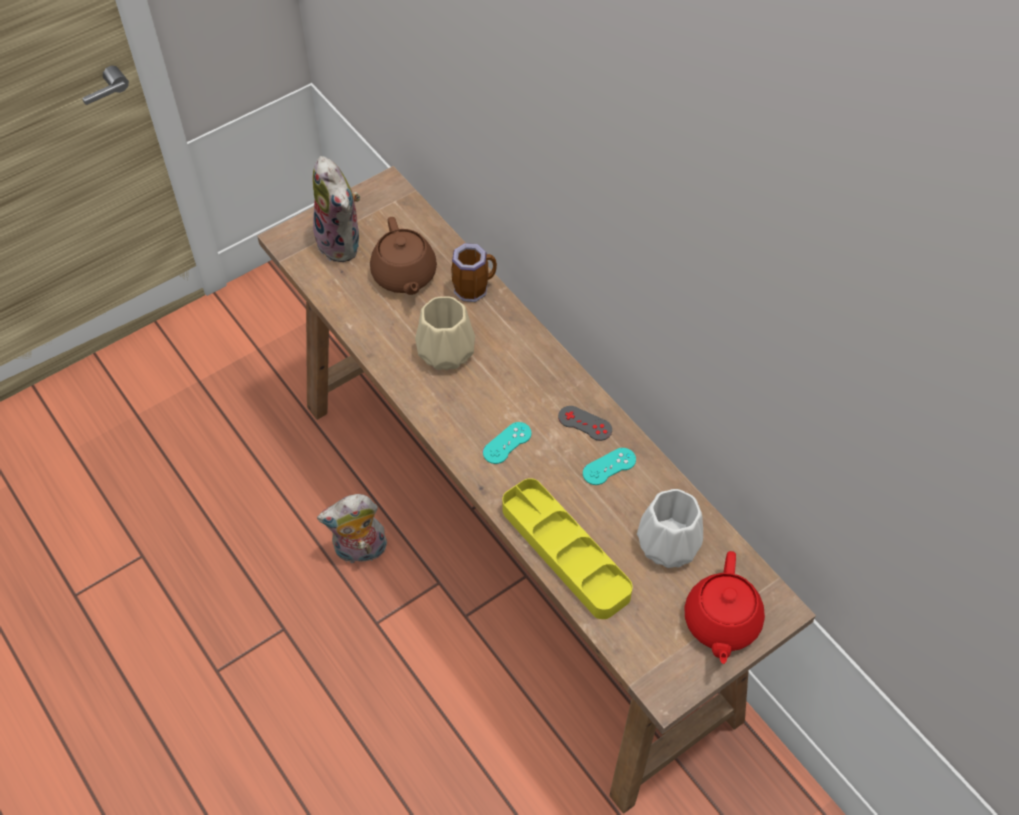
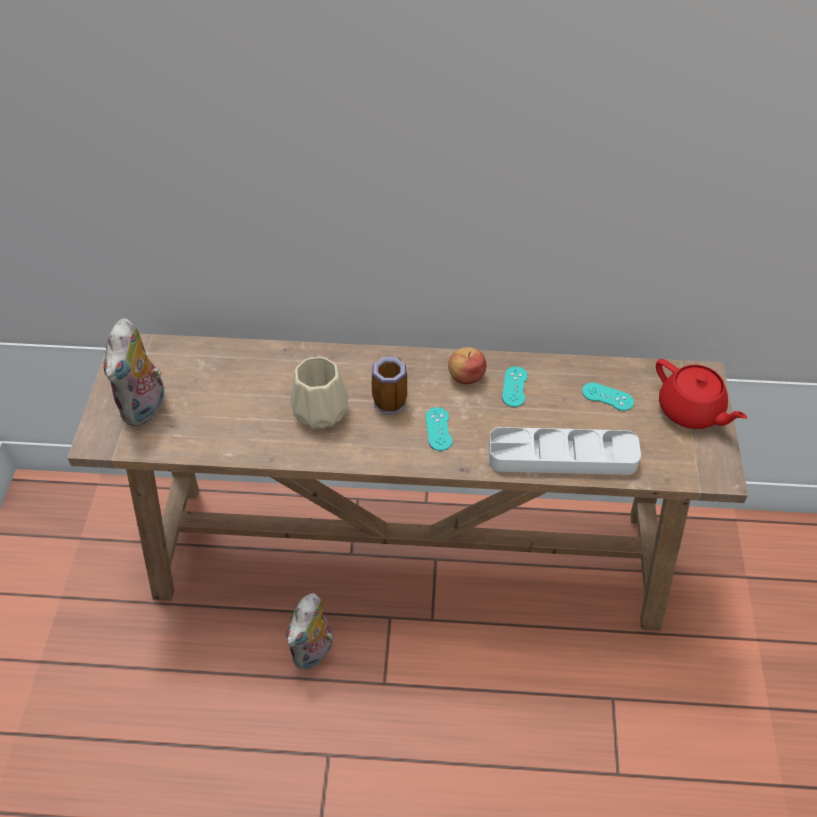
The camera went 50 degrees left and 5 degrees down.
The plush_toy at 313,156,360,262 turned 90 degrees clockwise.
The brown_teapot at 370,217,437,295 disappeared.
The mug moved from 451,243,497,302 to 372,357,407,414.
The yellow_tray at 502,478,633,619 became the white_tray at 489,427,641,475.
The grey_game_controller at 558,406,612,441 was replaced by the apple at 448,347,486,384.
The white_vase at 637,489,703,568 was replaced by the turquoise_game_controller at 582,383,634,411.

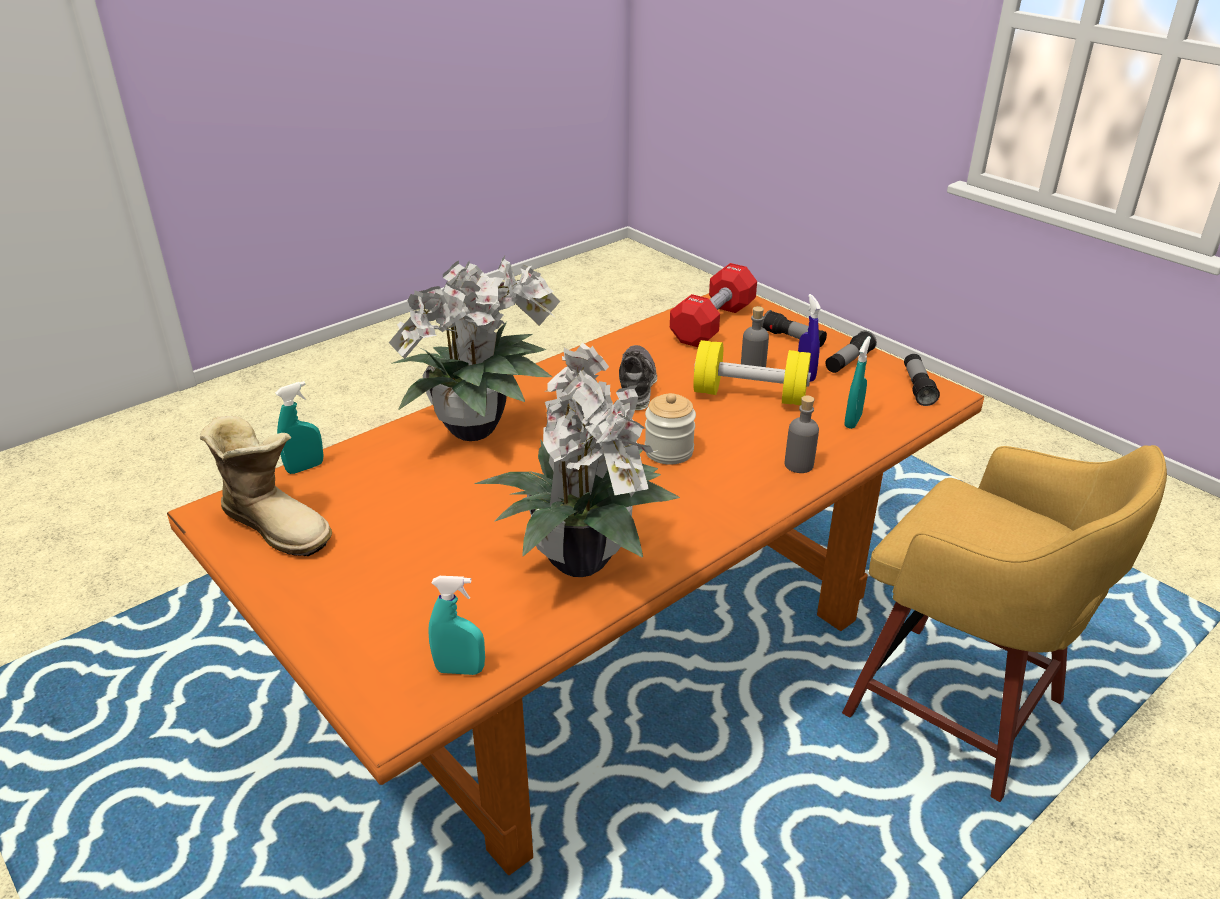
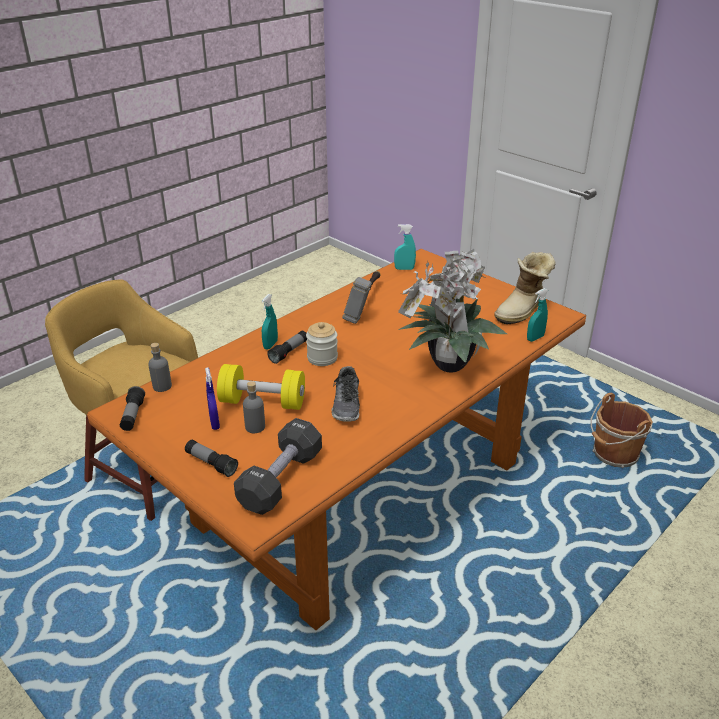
The camera went 175 degrees right and 0 degrees up.
The boot at 200,416,332,557 turned 75 degrees counterclockwise.
The potted_plant at 474,343,680,577 was replaced by the hammer at 342,271,380,324.
The red_dumbbell at 670,263,757,347 became the black_dumbbell at 234,418,322,515.
The grey_bottle moved from 785,396,819,473 to 148,343,172,392.
The flashlight moved from 825,331,877,373 to 267,331,307,364.
The turquoise_spray_bottle moved from 844,336,871,429 to 262,294,278,350.
The brown_bucket at 590,393,653,468 appeared.

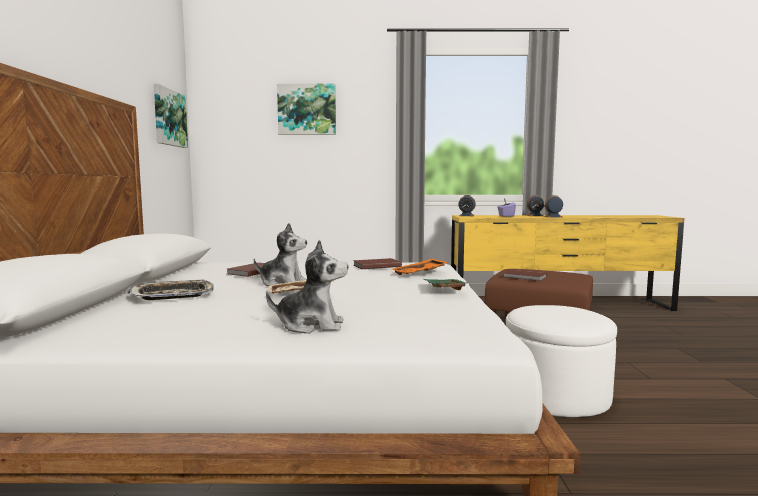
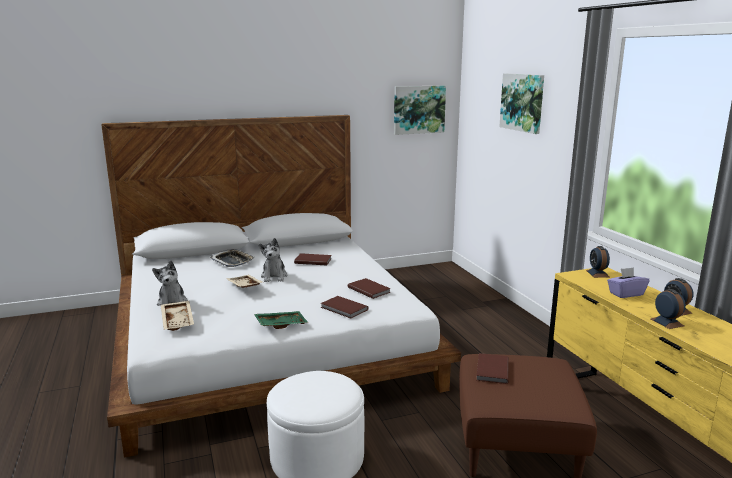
The camera went 70 degrees right and 10 degrees up.
The orange_tray at 392,259,448,275 was replaced by the brown_book at 321,296,368,319.
The beige_tray at 161,301,194,331 appeared.

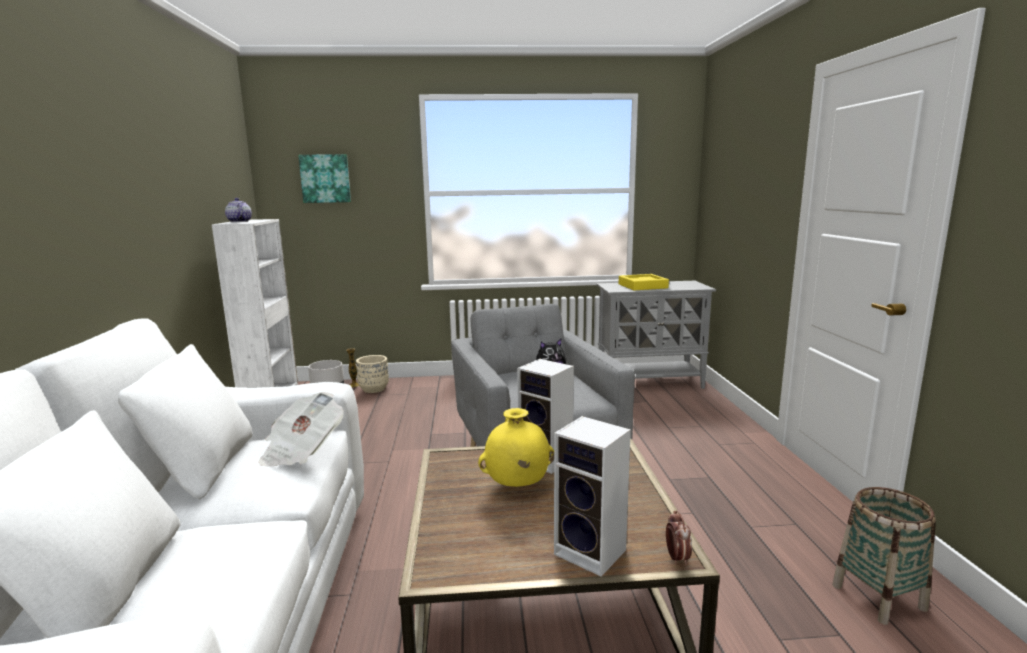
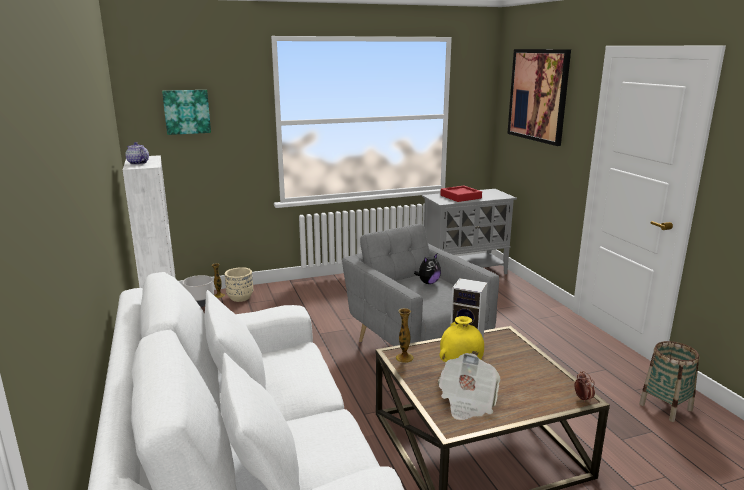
The camera went 15 degrees left and 5 degrees up.
The newspaper moved from 258,392,343,467 to 438,353,501,420.
The speaker at 554,416,631,577 disappeared.
The yellow_tray at 619,274,669,290 became the red_tray at 440,186,482,202.
The vase at 396,308,414,363 appeared.
The picture at 507,49,571,146 appeared.

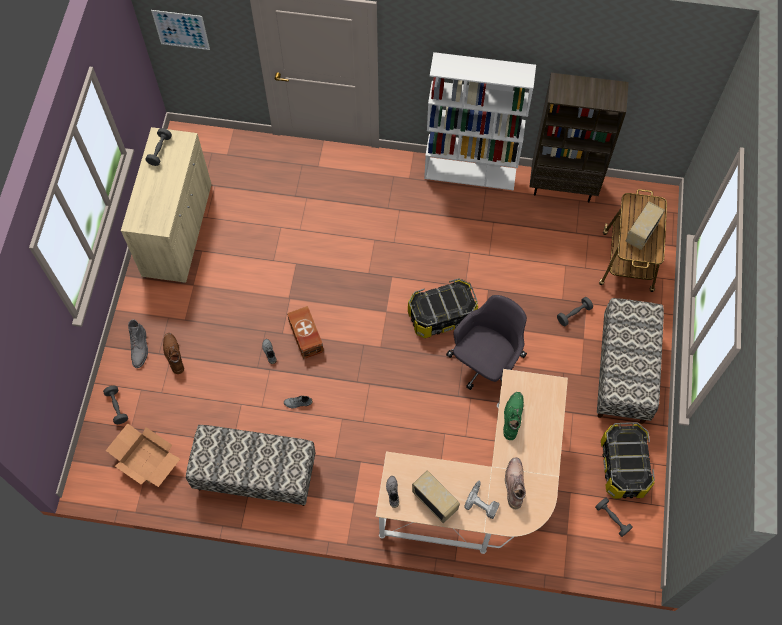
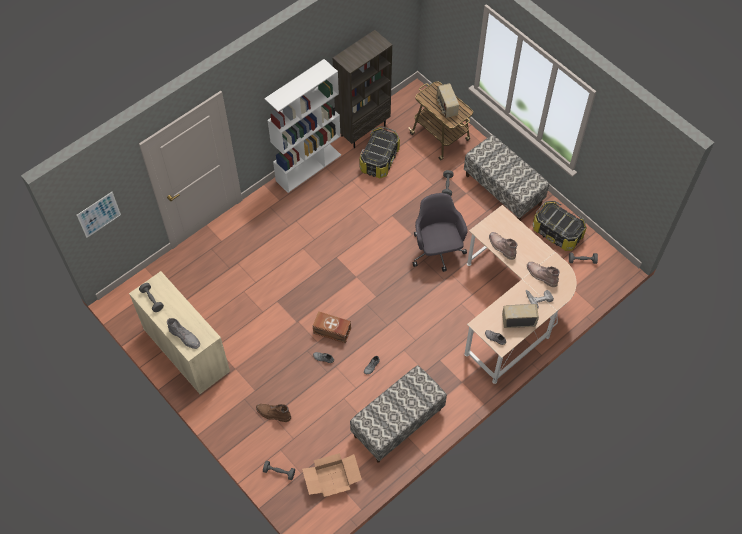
The camera went 50 degrees left and 5 degrees down.
The grey_boot moved from 128,319,148,368 to 167,318,200,349.
The storage_box moved from 408,278,478,338 to 359,126,400,178.
The green_boot at 503,392,524,440 became the brown_boot at 489,232,517,260.

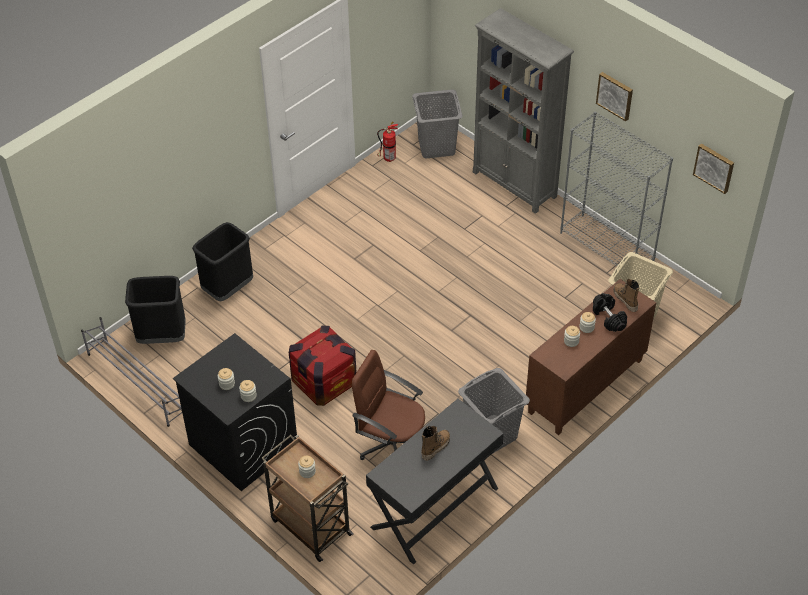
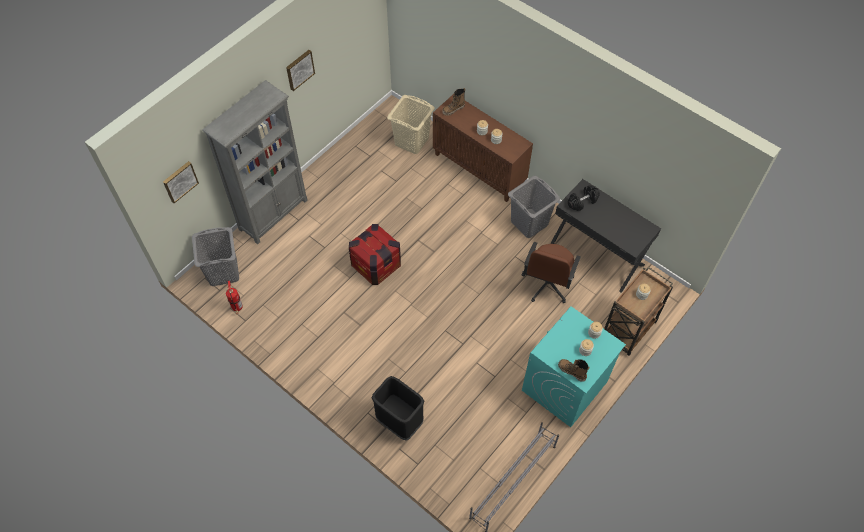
The camera went 95 degrees left and 10 degrees up.
The black_trash_can at 125,276,186,344 disappeared.
The black_washing_machine at 173,333,297,491 became the turquoise_washing_machine at 522,306,626,427.
The crate moved from 289,325,357,406 to 349,224,401,285.
The boot moved from 421,426,450,461 to 558,359,590,382.
The grey_bookcase at 560,111,673,274 disappeared.
The black_dumbbell moved from 593,293,627,332 to 568,185,600,211.
The picture moved from 693,144,734,194 to 163,161,199,203.

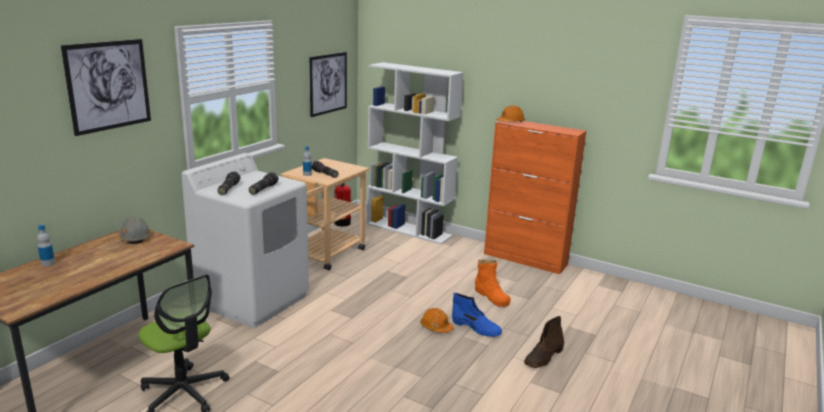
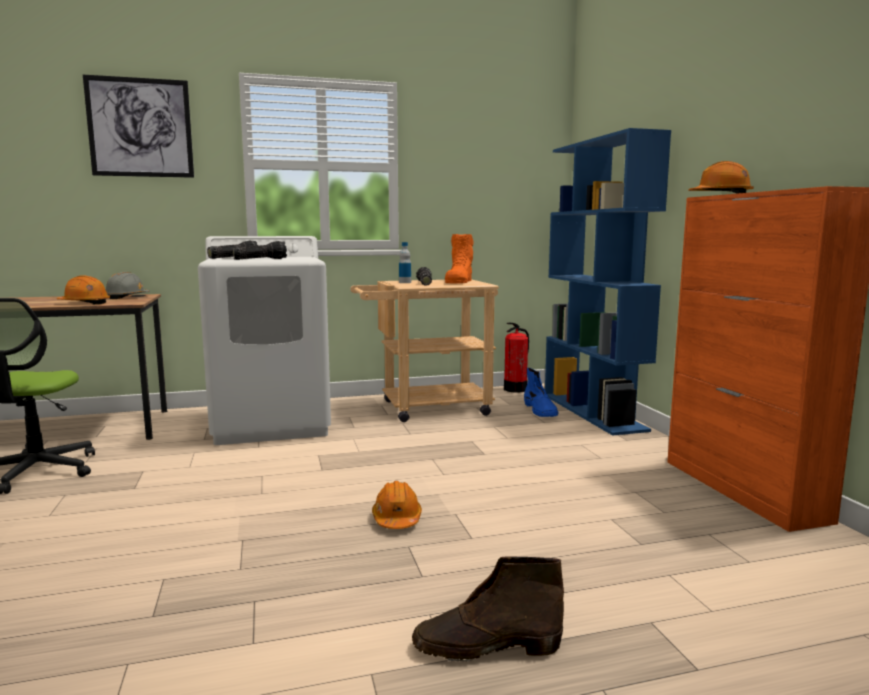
The camera went 45 degrees right and 10 degrees down.
The bottle at 37,225,55,266 disappeared.
The picture at 309,52,347,117 disappeared.
The white_bookcase at 367,62,464,244 became the blue_bookcase at 545,128,671,436.
The blue_boot moved from 452,293,502,337 to 524,368,559,417.
The orange_boot moved from 475,260,511,307 to 445,234,474,284.
The orange_hard_hat at 57,275,110,305 appeared.

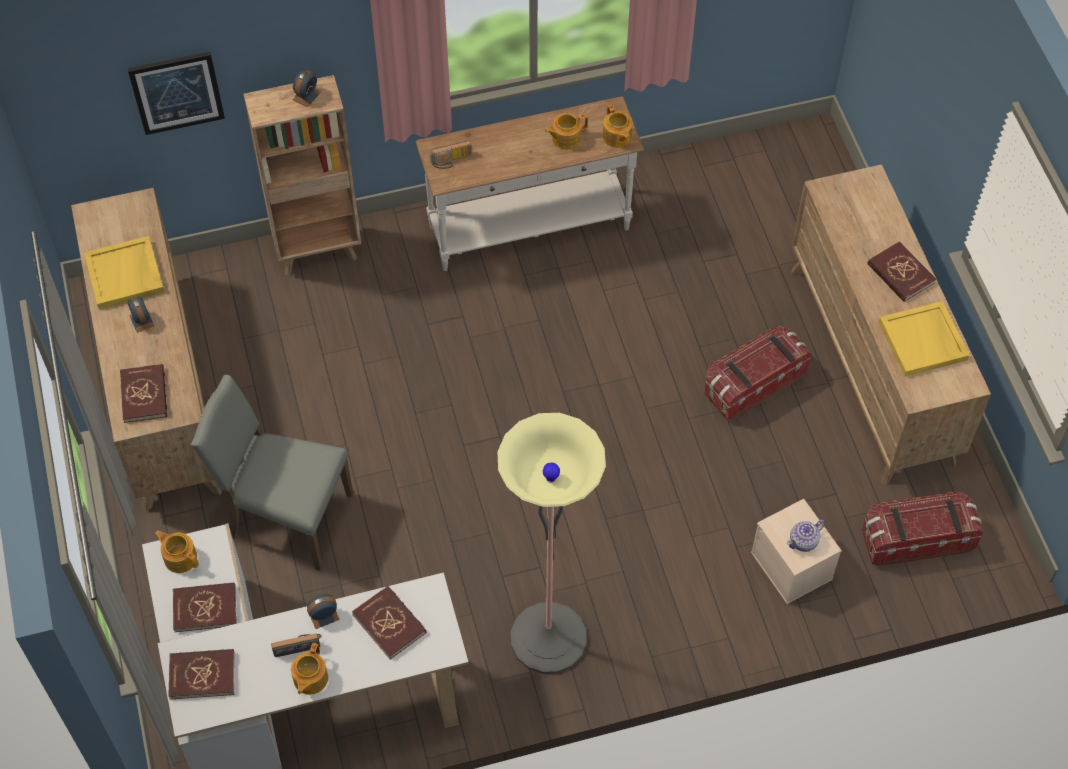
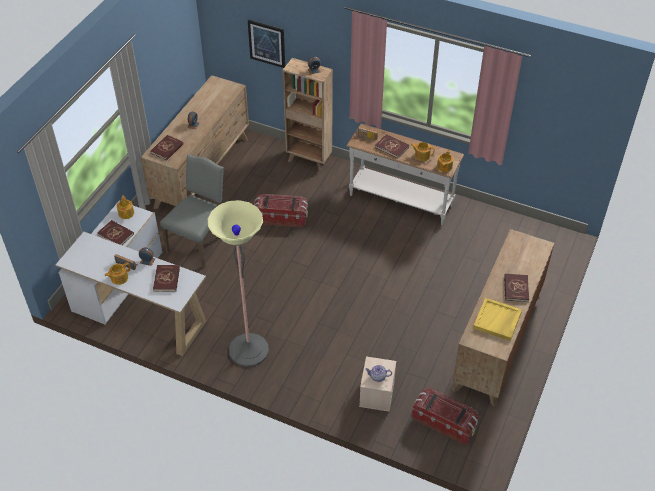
The camera went 40 degrees right and 10 degrees down.
The yellow_tray at 84,236,164,309 disappeared.
The red_book moved from 168,649,234,700 to 375,134,409,158.
The grey_chair at 190,375,353,571 turned 60 degrees clockwise.
The storage_box moved from 704,326,812,421 to 254,194,308,227.

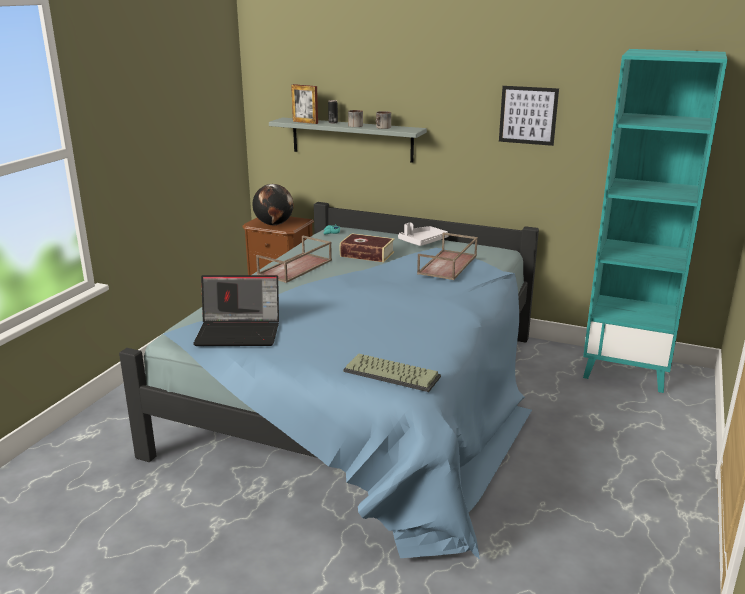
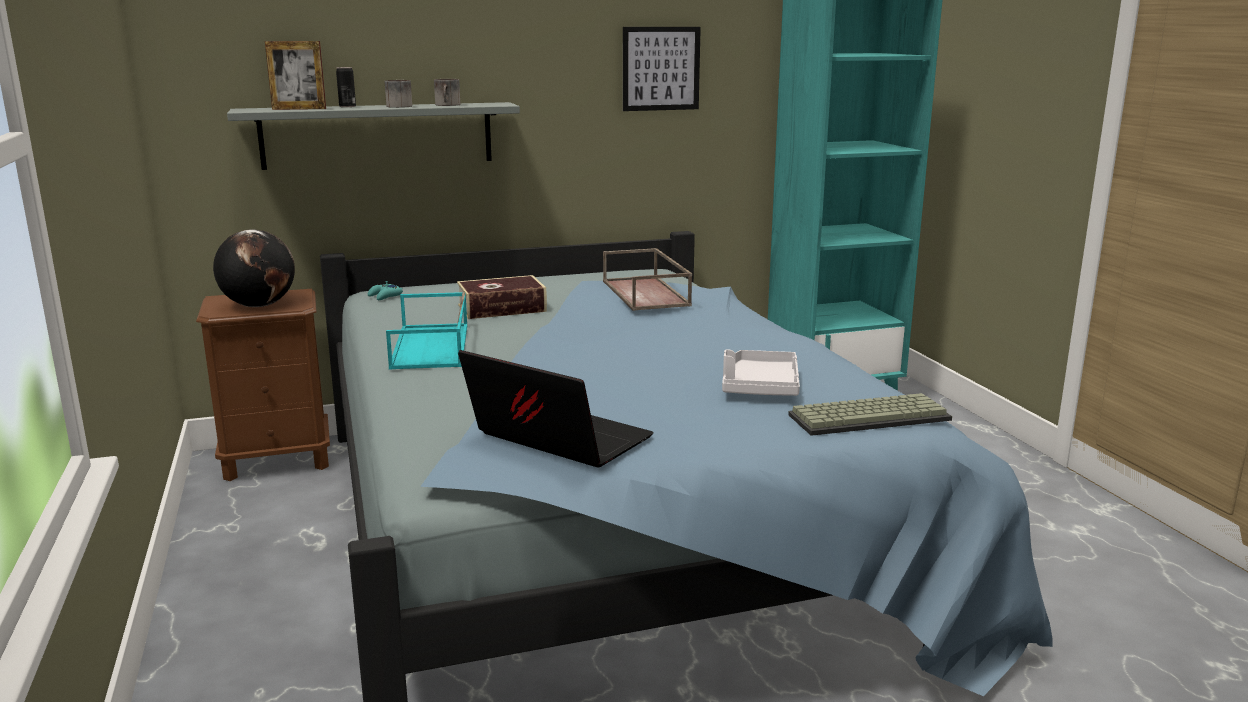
The camera went 40 degrees left and 5 degrees down.
The laptop at 193,275,279,346 turned 105 degrees counterclockwise.
The brown_tray at 256,236,332,283 became the turquoise_tray at 386,292,467,370.
The white_tray moved from 398,223,449,246 to 722,349,800,396.

